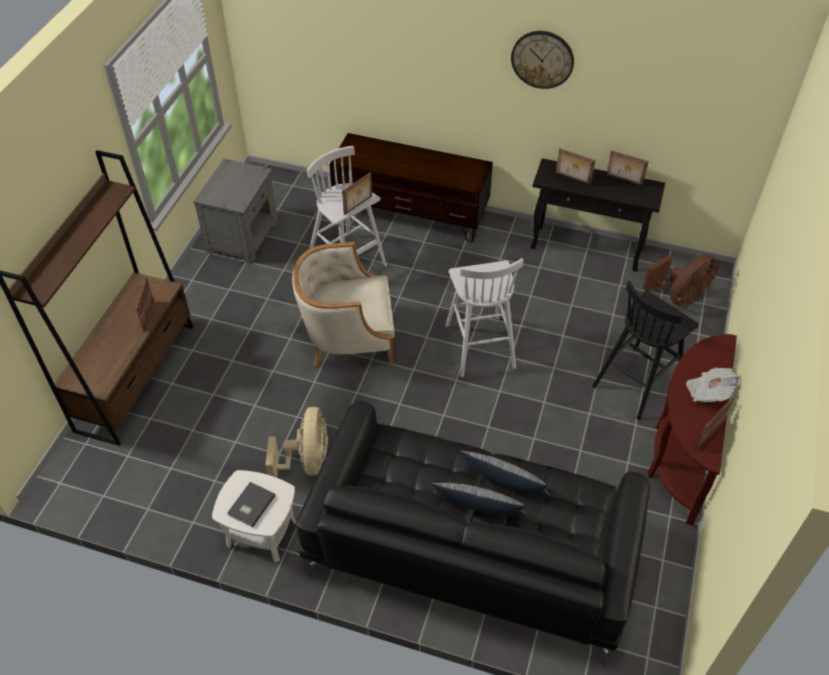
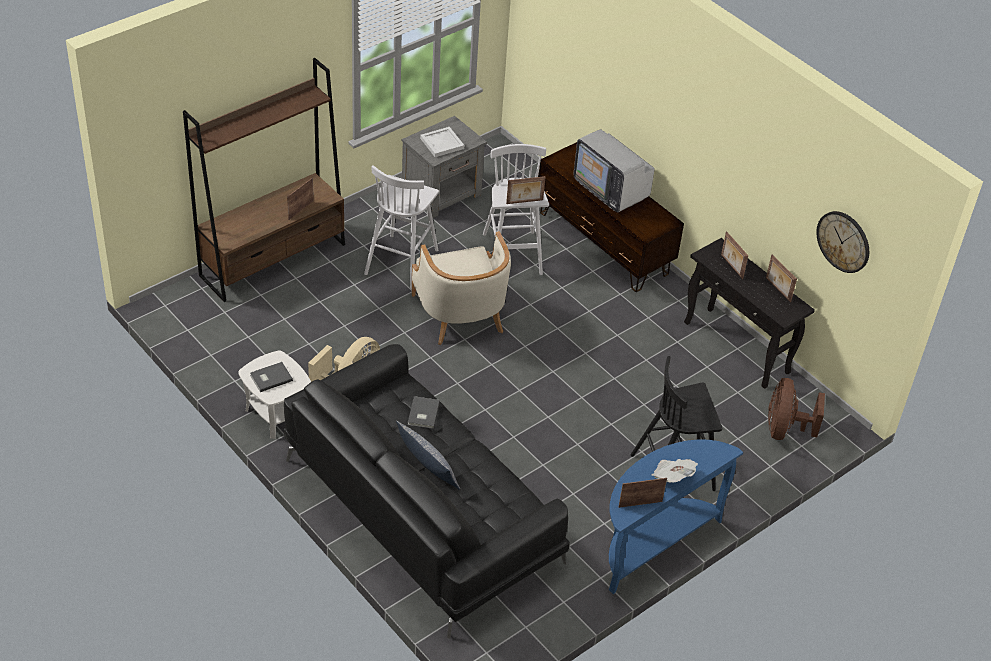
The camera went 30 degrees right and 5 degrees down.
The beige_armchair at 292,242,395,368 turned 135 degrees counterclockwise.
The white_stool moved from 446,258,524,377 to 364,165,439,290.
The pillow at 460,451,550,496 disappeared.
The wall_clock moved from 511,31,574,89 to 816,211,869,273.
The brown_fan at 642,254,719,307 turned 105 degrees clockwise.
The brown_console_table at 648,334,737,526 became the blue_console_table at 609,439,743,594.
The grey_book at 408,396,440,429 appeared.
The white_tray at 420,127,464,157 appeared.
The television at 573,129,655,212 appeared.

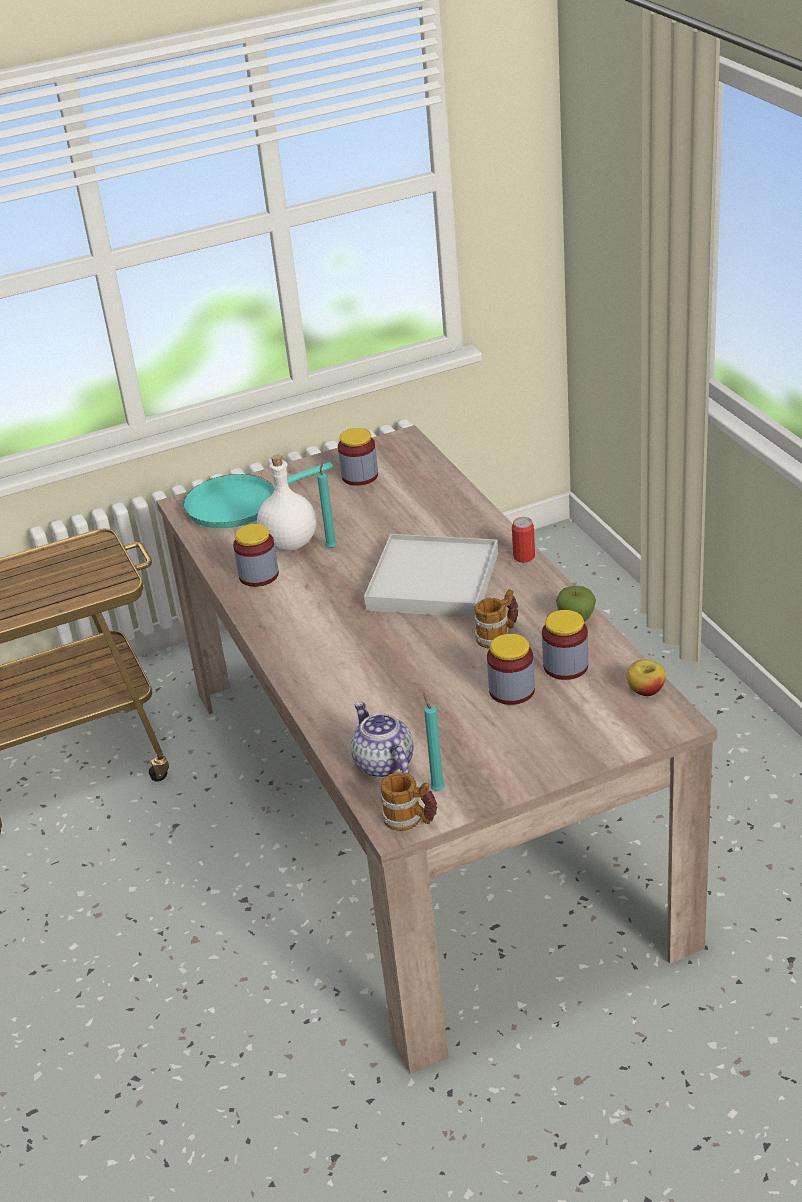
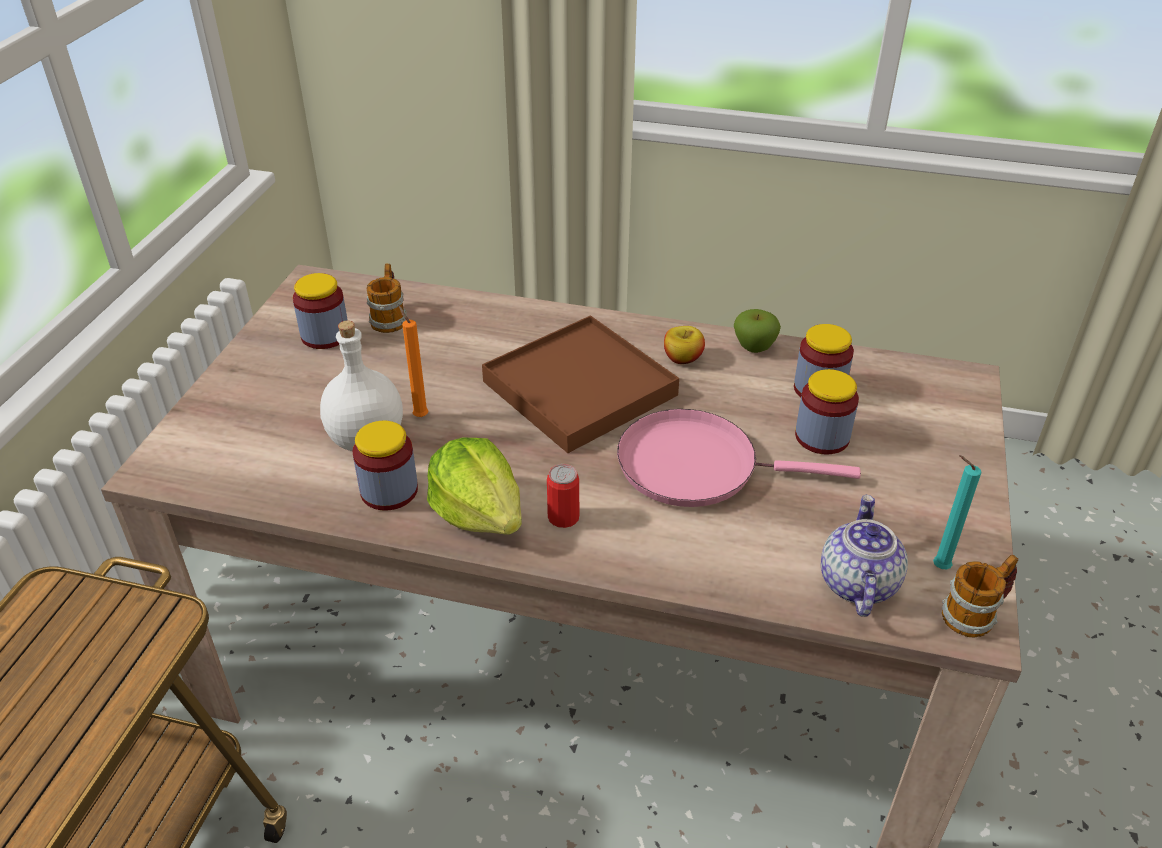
The camera went 55 degrees left and 5 degrees up.
The turquoise_frying_pan at 183,462,333,528 disappeared.
The turquoise_candle at 317,462,337,548 became the orange_candle at 399,306,428,417.
The teapot at 351,702,414,778 turned 90 degrees clockwise.
The white_tray at 364,534,498,618 became the brown_tray at 482,315,679,453.
The mug moved from 474,589,518,649 to 367,264,407,333.
The can moved from 512,517,535,562 to 547,464,579,528.
The apple moved from 627,660,666,696 to 664,326,705,364.
The lettuce at 427,438,522,535 appeared.
The pink_frying_pan at 617,409,861,507 appeared.

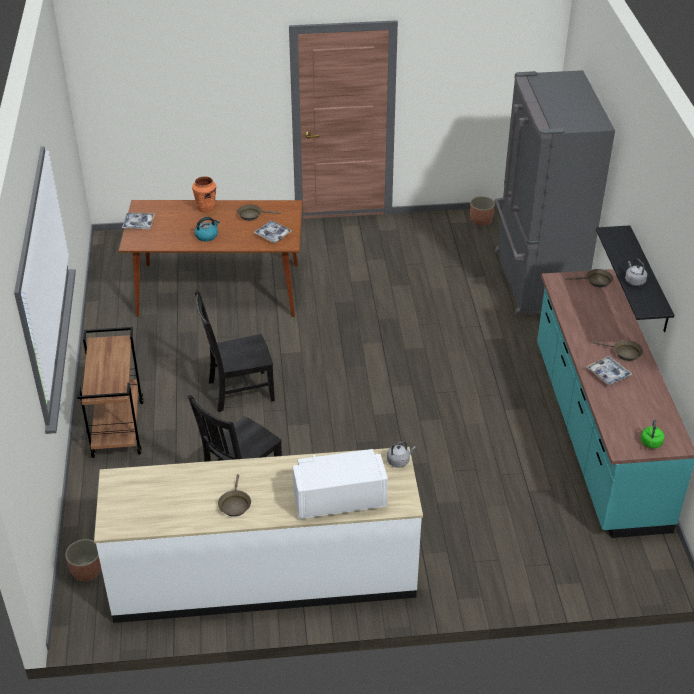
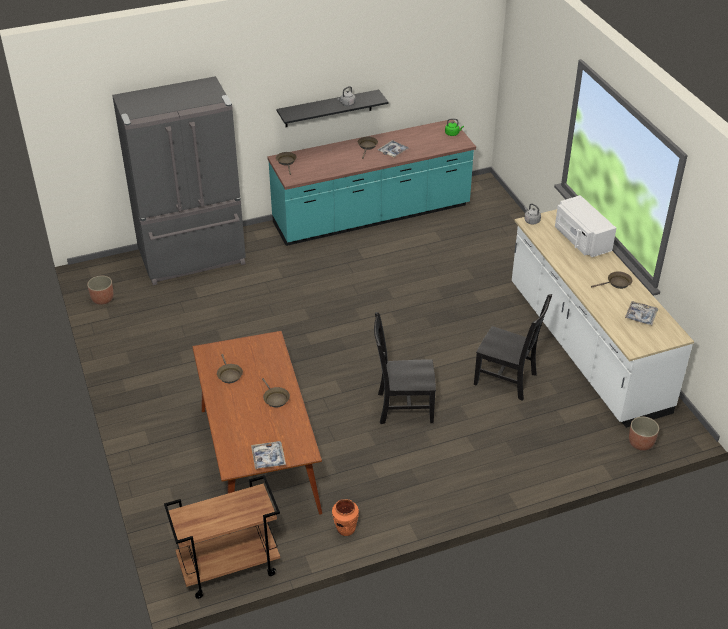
The camera went 105 degrees left and 0 degrees up.
The brown_cart moved from 77,327,144,458 to 164,475,280,599.
The orange_vase moved from 192,177,217,212 to 332,499,359,536.
The kettle at 194,217,220,242 was replaced by the brown_frying_pan at 262,378,290,408.
The black_chair at 195,291,275,412 turned 120 degrees clockwise.
The tray moved from 253,220,293,243 to 625,301,658,325.

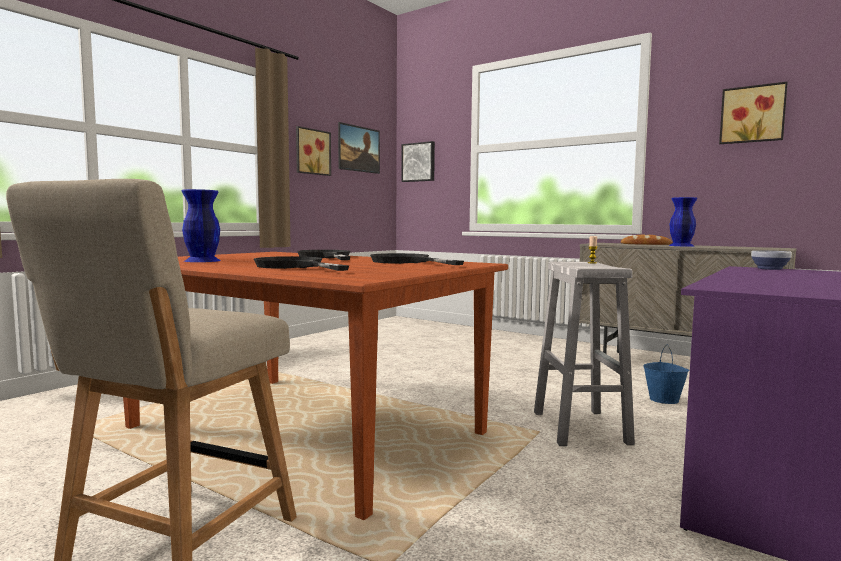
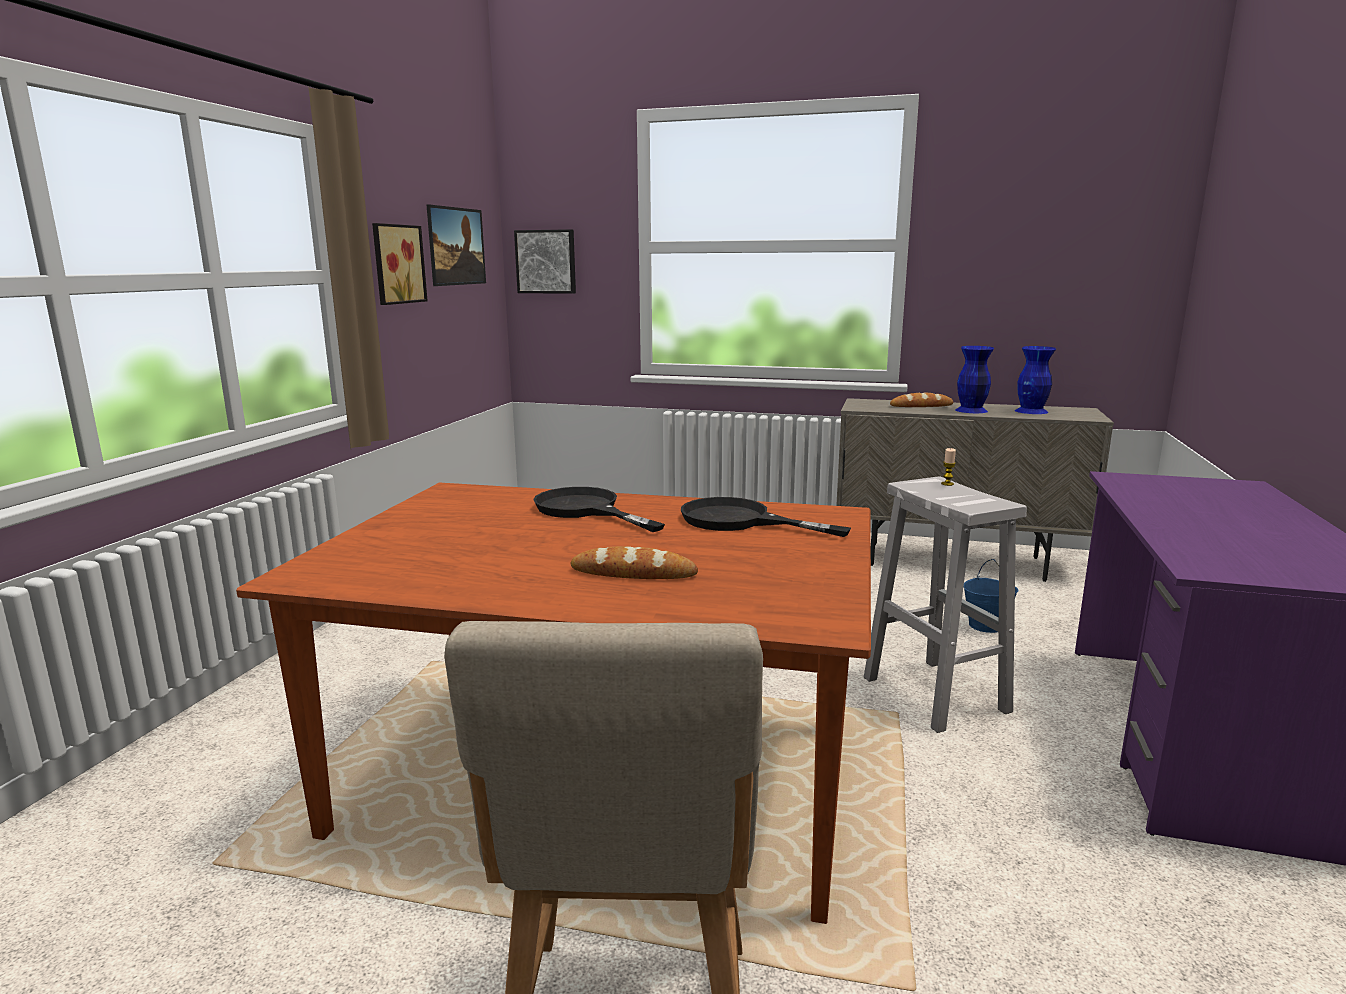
The camera went 20 degrees left and 10 degrees up.
The blue_vase moved from 182,189,221,262 to 1015,346,1056,414.
The black_frying_pan at 254,256,349,271 was replaced by the bread at 571,546,698,579.
The picture at 719,82,788,144 disappeared.
The bowl at 751,250,792,270 disappeared.

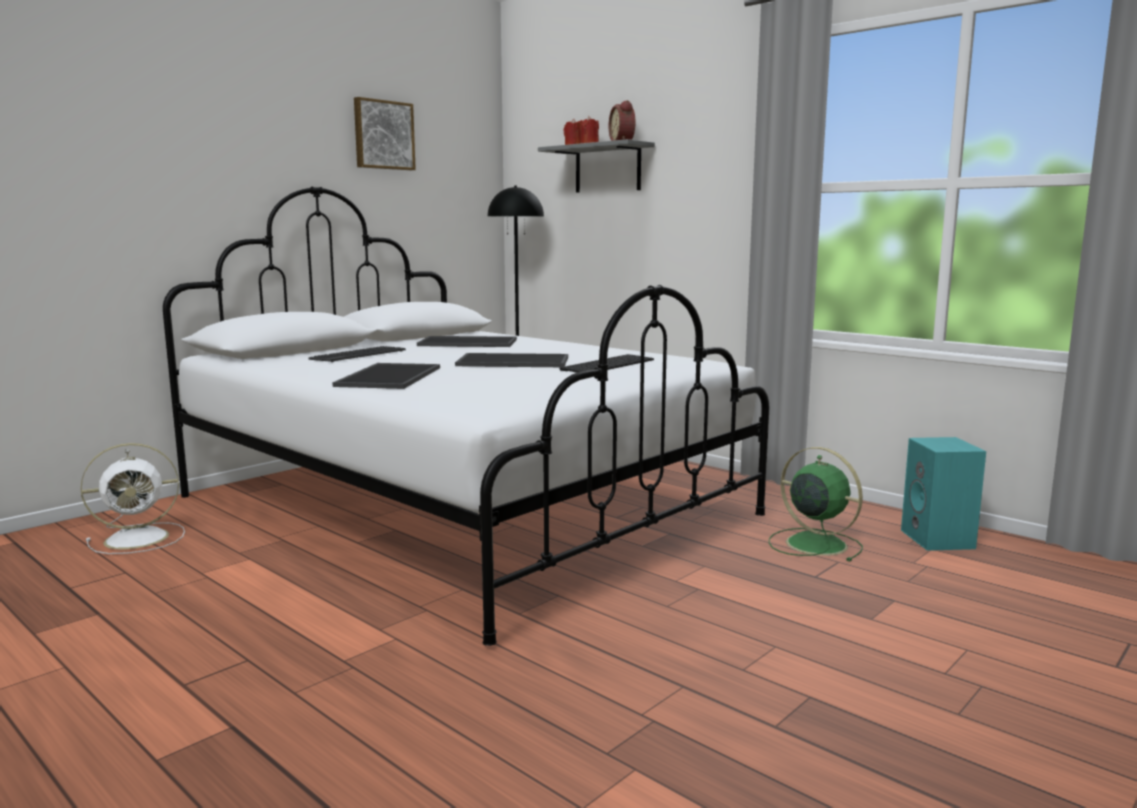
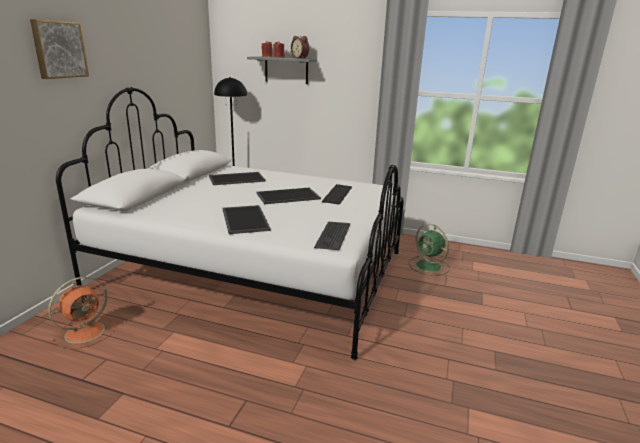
The camera went 25 degrees left and 10 degrees up.
The white_fan at 81,443,185,554 became the orange_fan at 49,277,115,349.
The keyboard moved from 309,346,406,362 to 314,222,350,250.
The picture moved from 354,97,416,170 to 30,19,89,79.
The green_fan at 769,447,863,562 turned 150 degrees counterclockwise.
The turquoise_speaker at 901,437,986,551 disappeared.

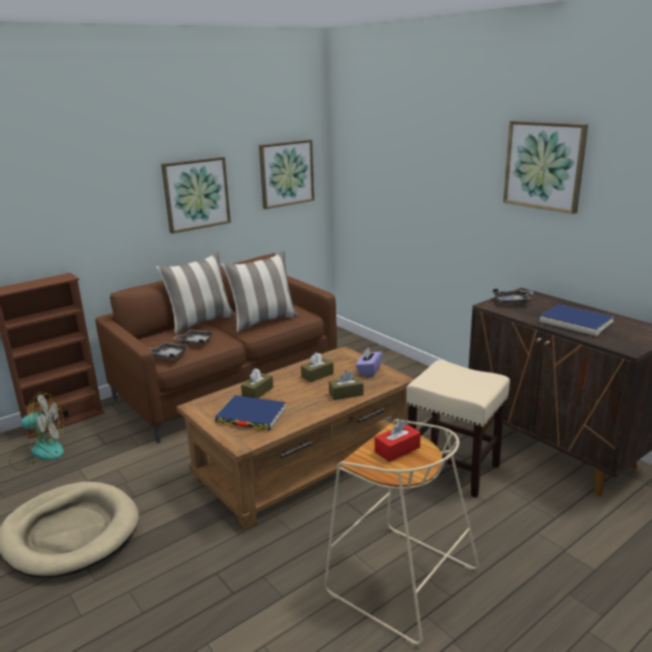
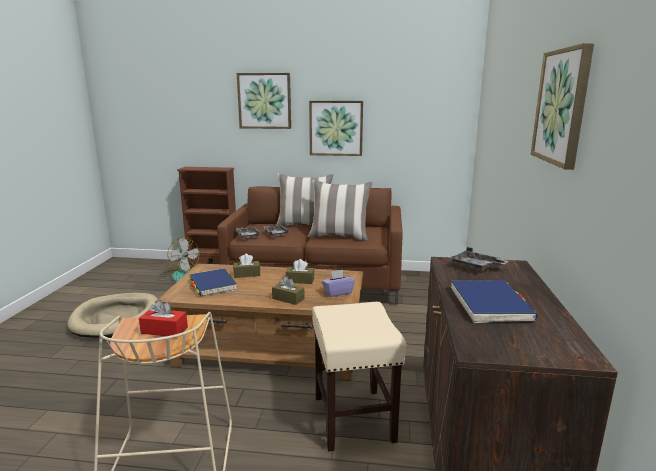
The camera went 45 degrees right and 5 degrees down.
The picture moved from 259,140,314,209 to 237,73,291,129.

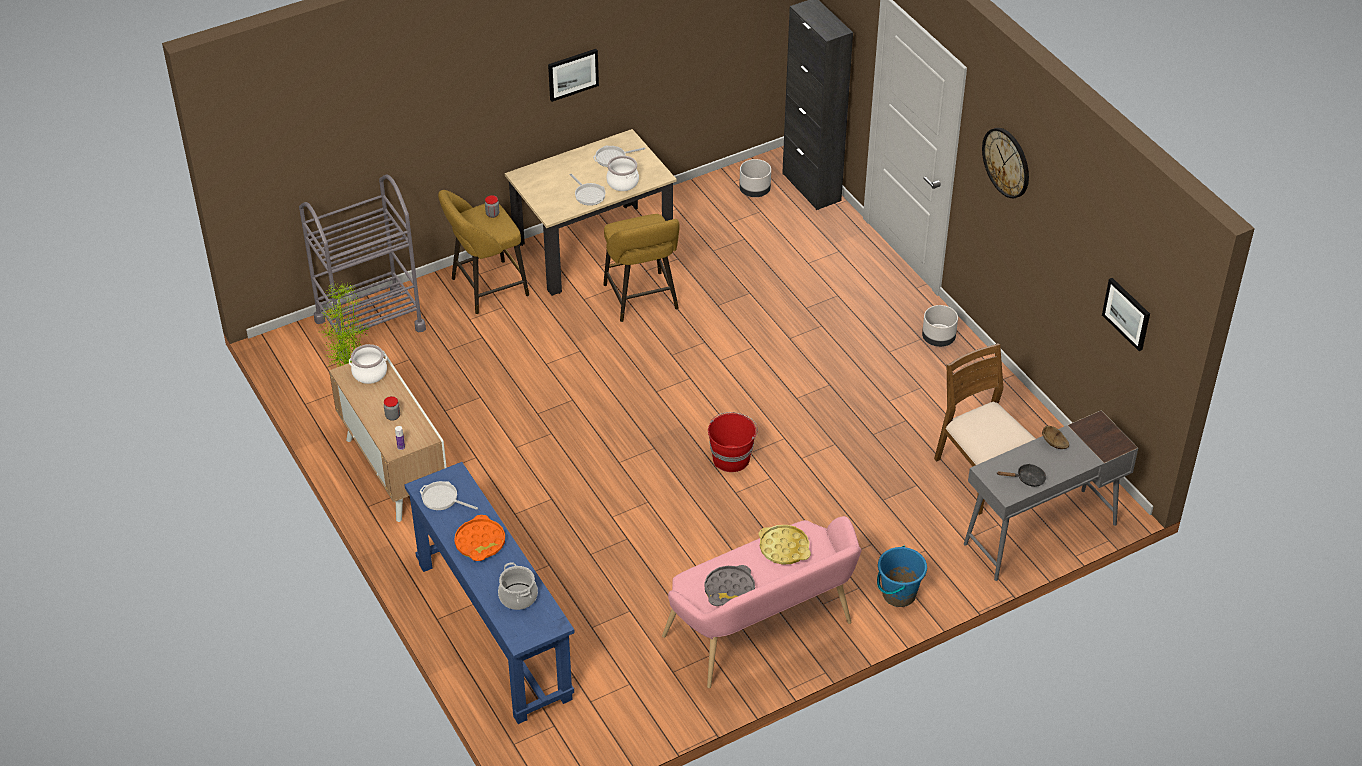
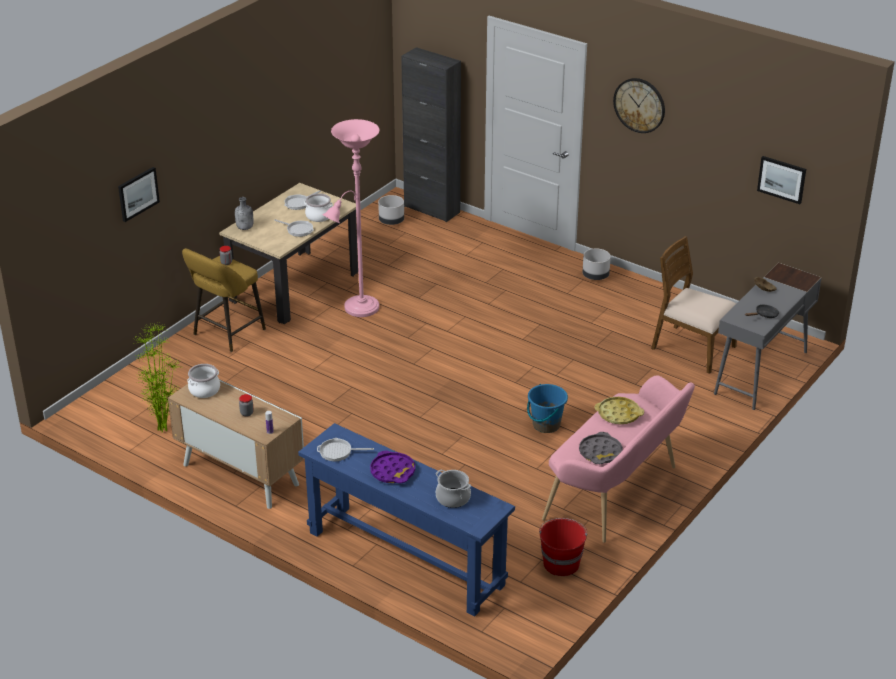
The camera went 25 degrees left and 10 degrees down.
The grey_cart at 299,174,426,360 disappeared.
The orange_tray at 454,515,505,561 became the purple_tray at 370,450,415,483.
The picture moved from 548,49,599,102 to 118,167,160,222.
The yellow_stool at 604,214,680,322 was replaced by the pink_floor_lamp at 322,119,379,317.
The red_bucket moved from 708,412,758,472 to 539,518,587,576.
The blue_bucket moved from 877,546,927,607 to 527,384,568,433.
The grey_bottle at 235,197,253,230 appeared.

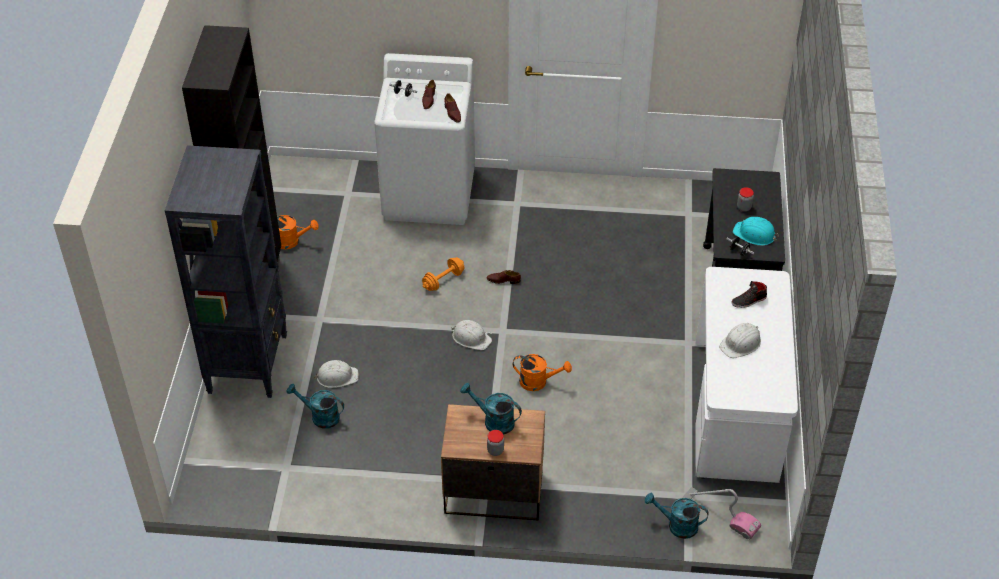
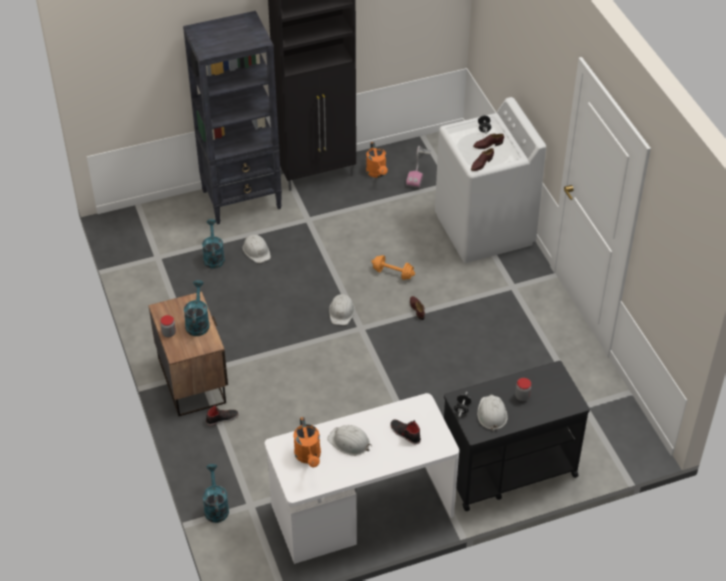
The camera went 65 degrees right and 0 degrees up.
The orange_watering_can moved from 513,354,572,391 to 293,417,321,467.
The vacuum_cleaner moved from 682,487,761,540 to 406,146,431,188.
The turquoise_hard_hat at 733,217,779,246 became the white_hard_hat at 477,394,508,431.
The black_shoe at 206,404,239,426 appeared.

